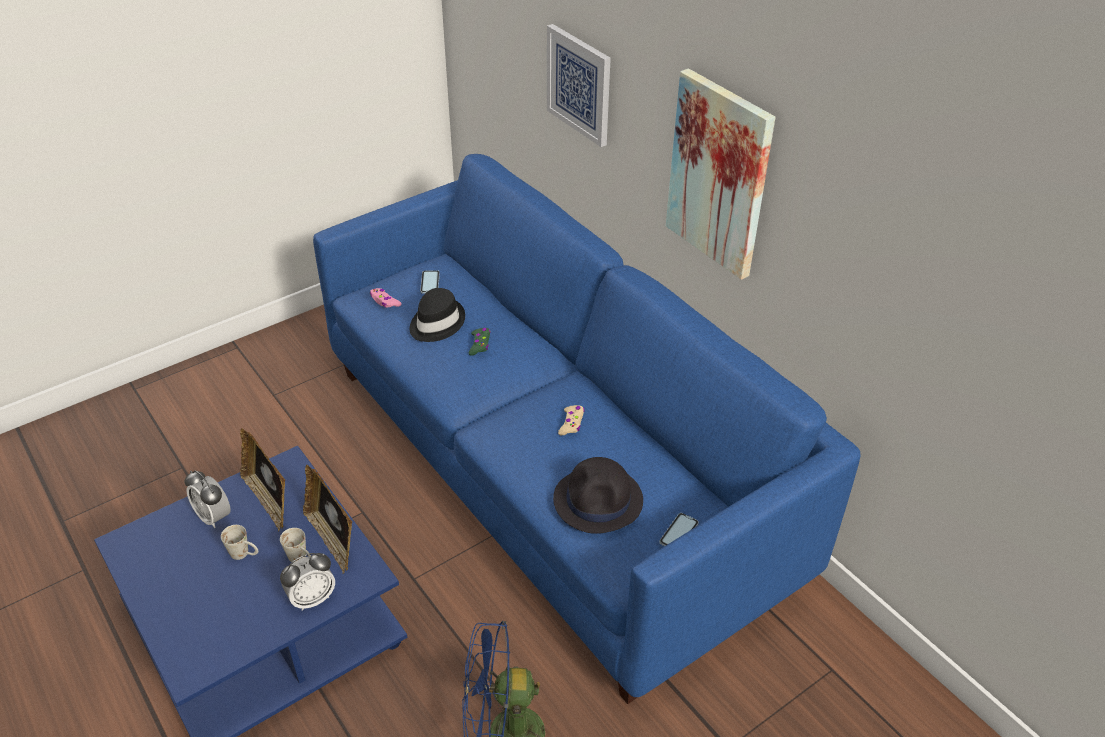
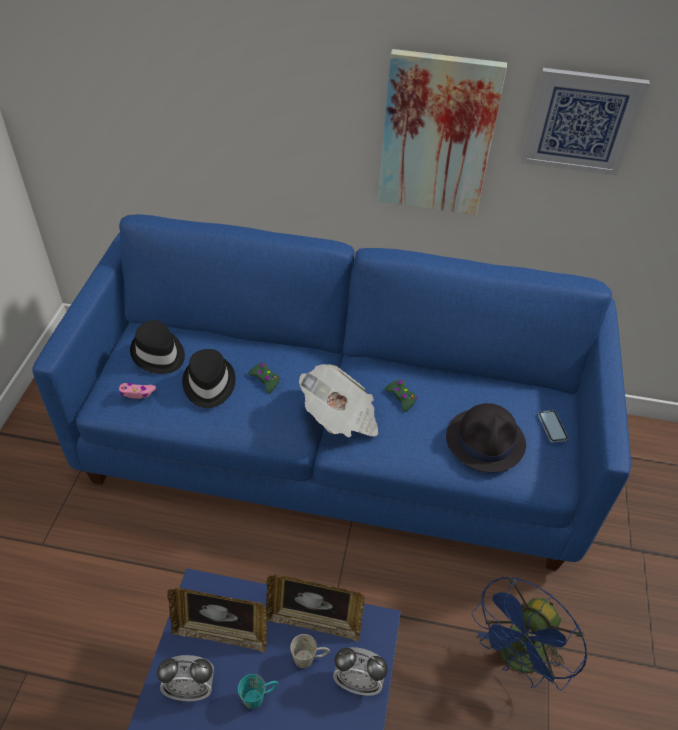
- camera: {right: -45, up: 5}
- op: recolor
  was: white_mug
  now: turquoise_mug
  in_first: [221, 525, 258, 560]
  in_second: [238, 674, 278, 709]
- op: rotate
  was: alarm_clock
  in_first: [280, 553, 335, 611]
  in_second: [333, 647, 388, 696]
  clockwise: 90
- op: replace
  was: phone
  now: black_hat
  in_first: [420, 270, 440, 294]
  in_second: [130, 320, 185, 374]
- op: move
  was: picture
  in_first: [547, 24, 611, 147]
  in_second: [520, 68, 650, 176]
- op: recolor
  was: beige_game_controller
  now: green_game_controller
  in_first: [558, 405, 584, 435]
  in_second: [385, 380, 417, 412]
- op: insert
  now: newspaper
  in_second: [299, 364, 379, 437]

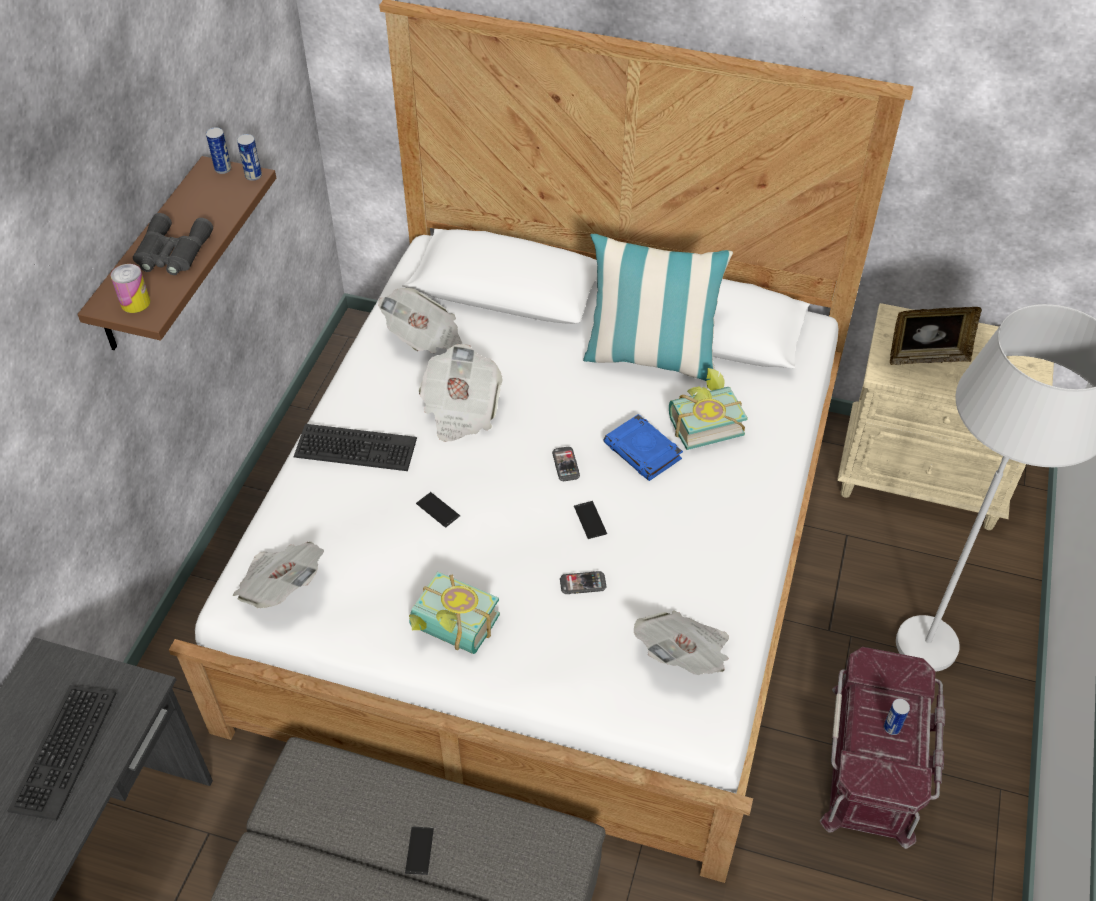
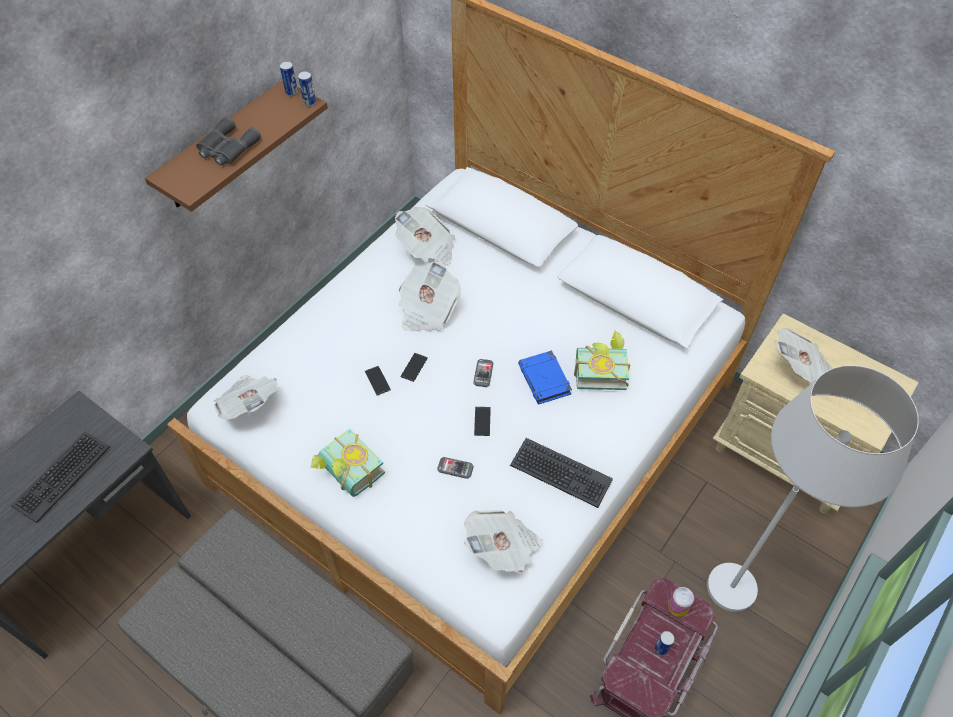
- camera: {right: 20, up: 5}
- op: move
  was: can
  in_first: [111, 264, 151, 313]
  in_second: [668, 587, 694, 617]
- op: move
  was: keyboard
  in_first: [294, 424, 417, 471]
  in_second: [510, 438, 613, 508]
- op: move
  was: phone
  in_first: [405, 826, 434, 875]
  in_second: [400, 353, 428, 382]
- op: delete
  was: pillow
  in_first: [583, 234, 733, 381]
- op: replace
  was: picture_frame
  now: newspaper
  in_first: [890, 307, 982, 365]
  in_second: [775, 328, 832, 383]

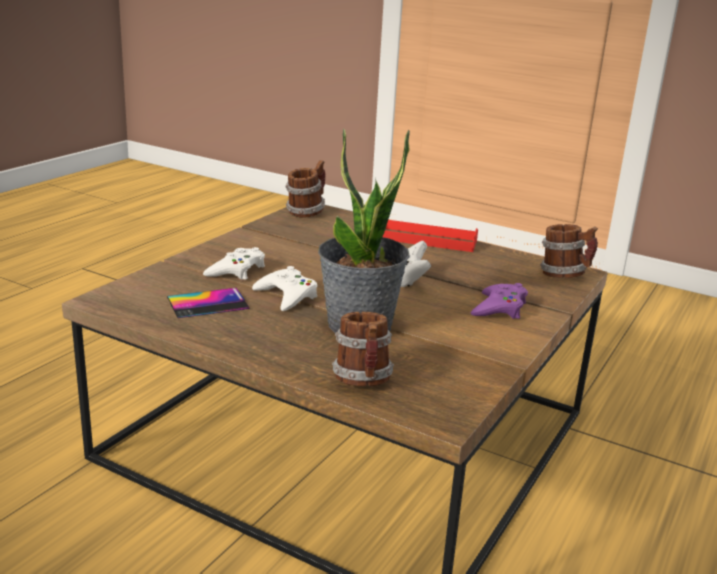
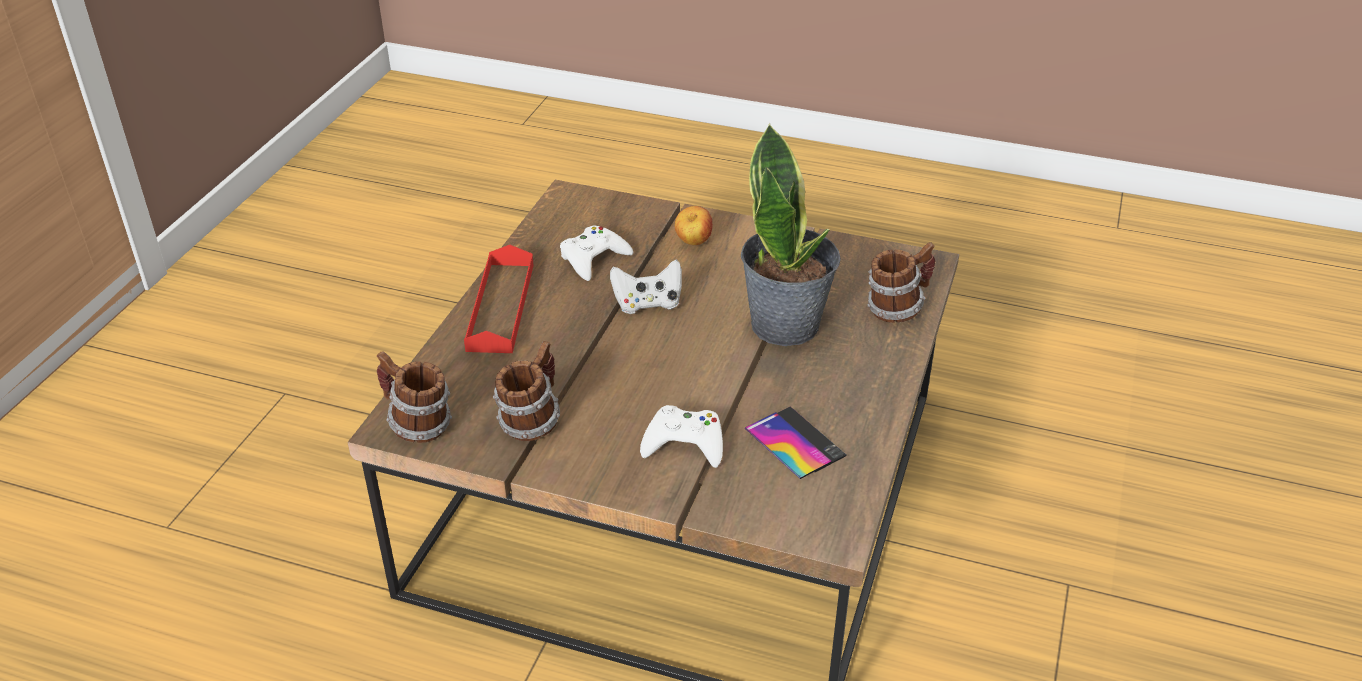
- camera: {right: -100, up: 15}
- op: move
  was: white_game_controller
  in_first: [252, 266, 317, 311]
  in_second: [560, 225, 633, 281]
- op: replace
  was: purple_game_controller
  now: apple
  in_first: [471, 283, 528, 319]
  in_second: [675, 206, 713, 245]
- op: move
  was: mug
  in_first: [540, 224, 598, 278]
  in_second: [493, 341, 560, 441]

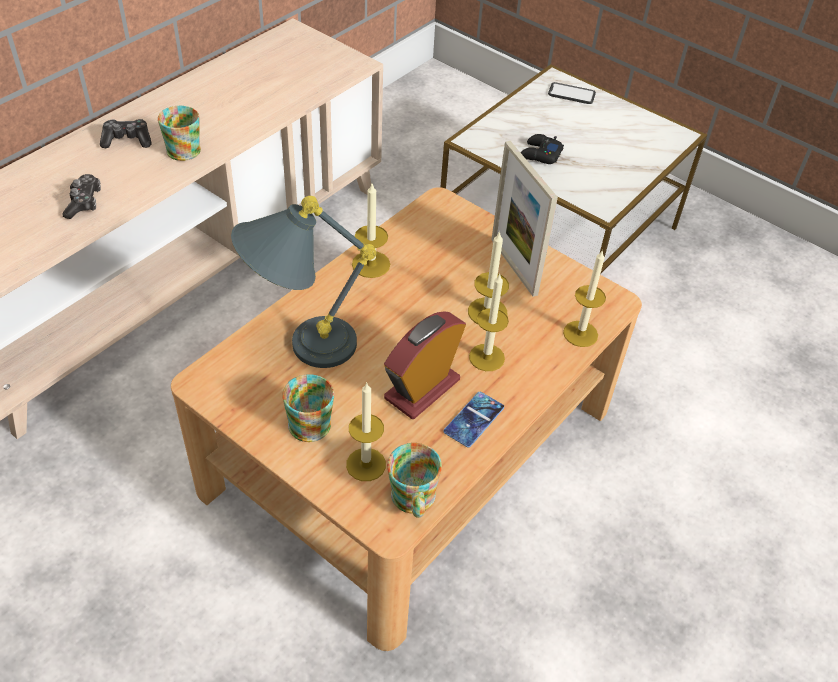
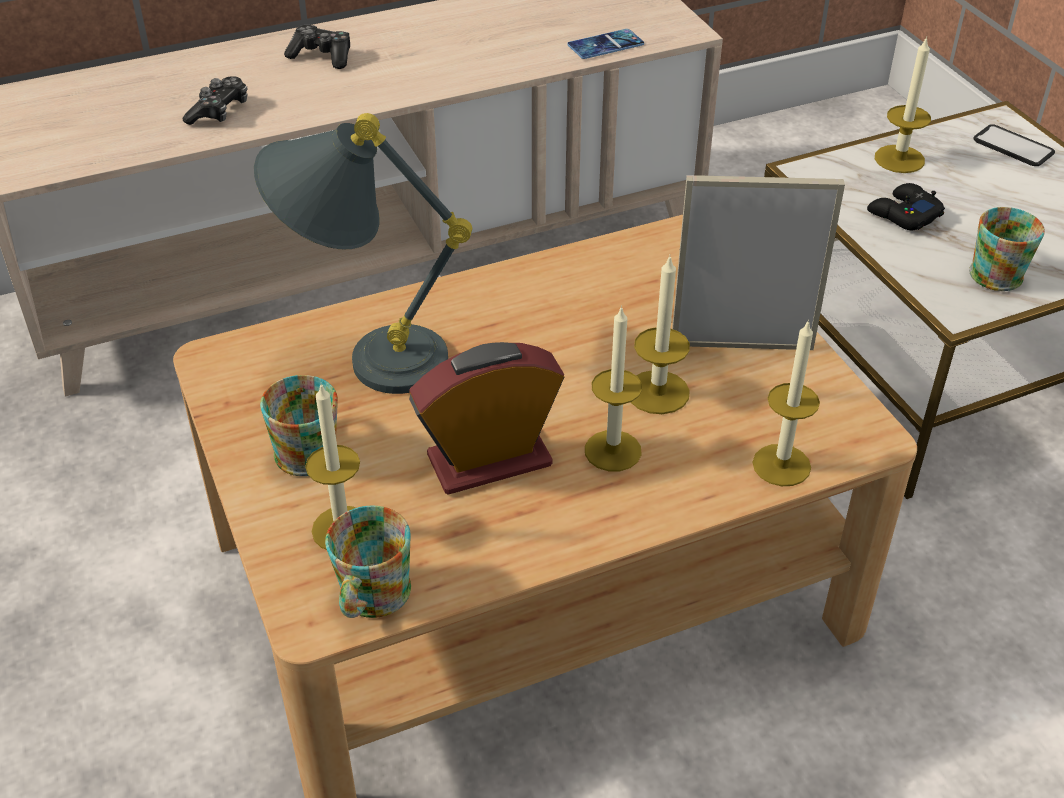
- camera: {right: 30, up: -5}
- op: move
  was: mug
  in_first: [158, 106, 201, 161]
  in_second: [969, 207, 1045, 291]
- op: move
  was: candle
  in_first: [352, 184, 390, 278]
  in_second: [875, 37, 931, 173]
- op: move
  was: phone
  in_first: [443, 392, 504, 448]
  in_second: [567, 29, 644, 59]
- op: rotate
  was: picture_frame
  in_first: [491, 141, 558, 297]
  in_second: [672, 175, 845, 350]
  clockwise: 90

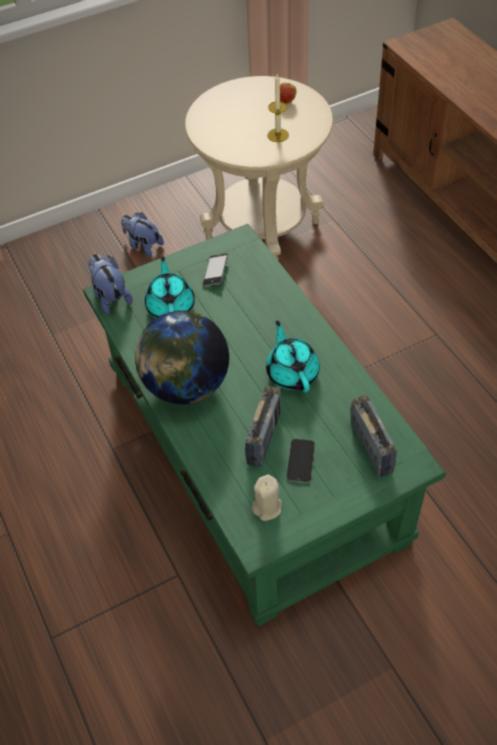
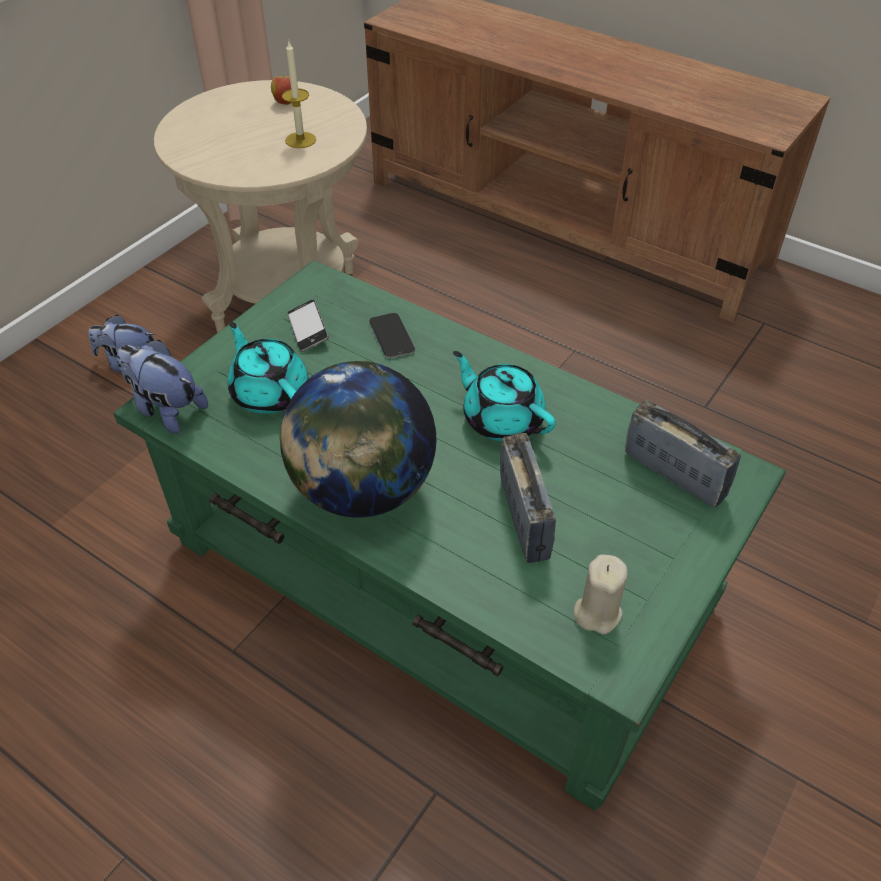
- camera: {right: -30, up: -5}
- op: move
  was: phone
  in_first: [287, 439, 315, 483]
  in_second: [369, 313, 415, 359]

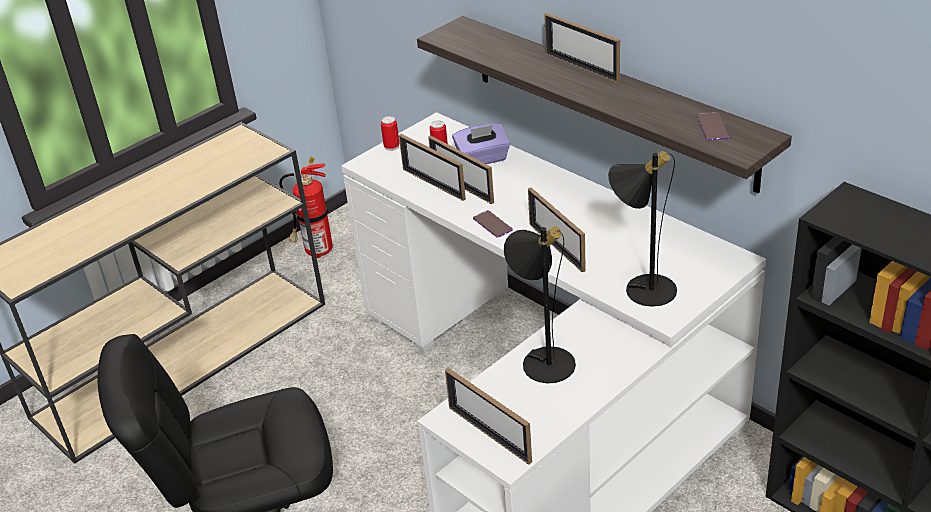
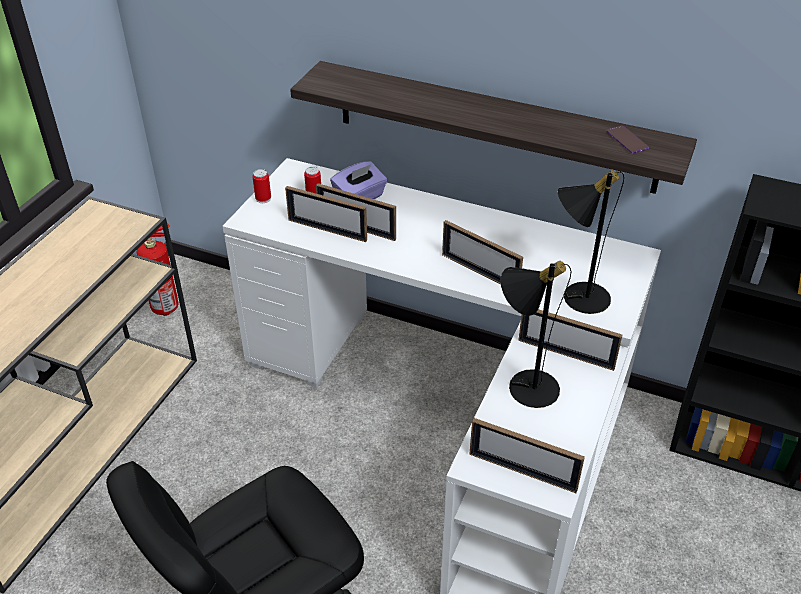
- camera: {right: -25, up: 5}
- op: delete
  was: phone
  in_first: [473, 210, 513, 238]
- op: move
  was: picture_frame
  in_first: [544, 13, 620, 83]
  in_second: [518, 309, 622, 371]

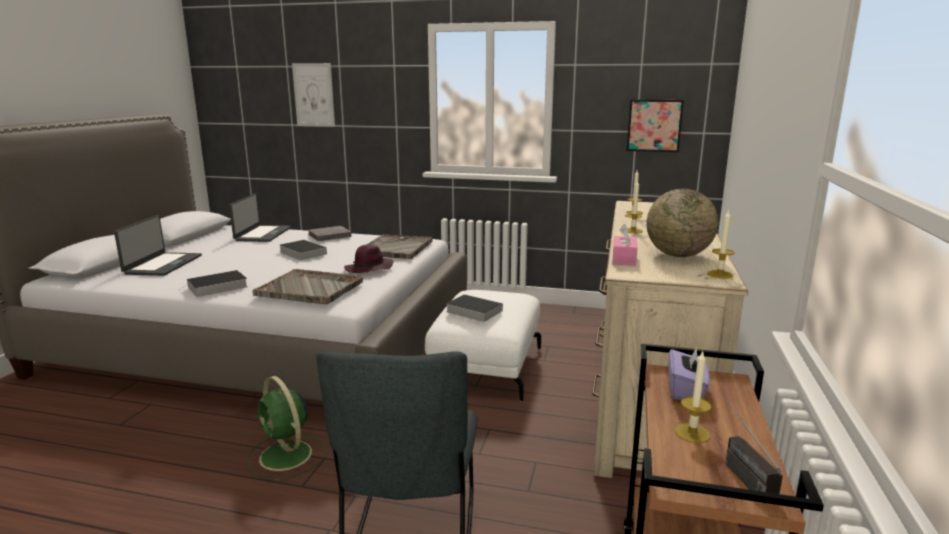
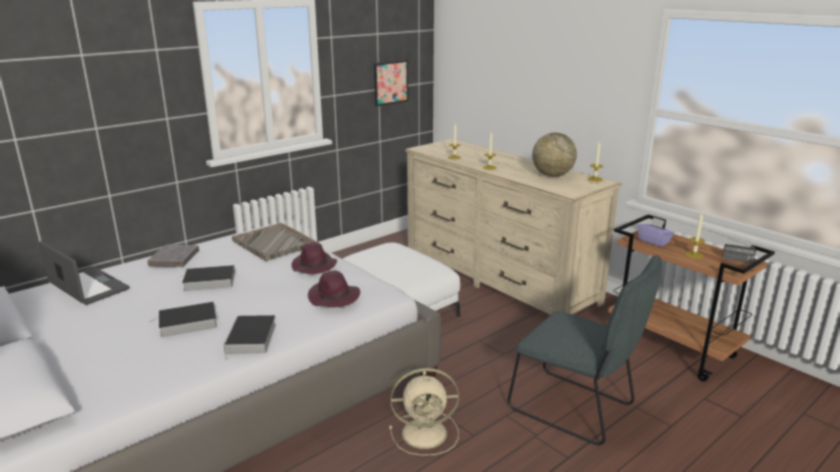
- camera: {right: -55, up: 5}
- op: delete
  was: laptop
  in_first: [114, 215, 202, 276]
- op: recolor
  was: green_fan
  now: beige_fan
  in_first: [247, 376, 327, 480]
  in_second: [389, 368, 459, 456]
- op: replace
  was: grey_tray
  now: purple_hat
  in_first: [252, 269, 363, 305]
  in_second: [308, 270, 360, 307]
- op: delete
  was: picture
  in_first: [292, 63, 335, 127]
- op: move
  was: book
  in_first: [446, 294, 503, 322]
  in_second: [150, 302, 217, 337]
- op: delete
  was: pink_tissue_box
  in_first: [612, 224, 637, 266]

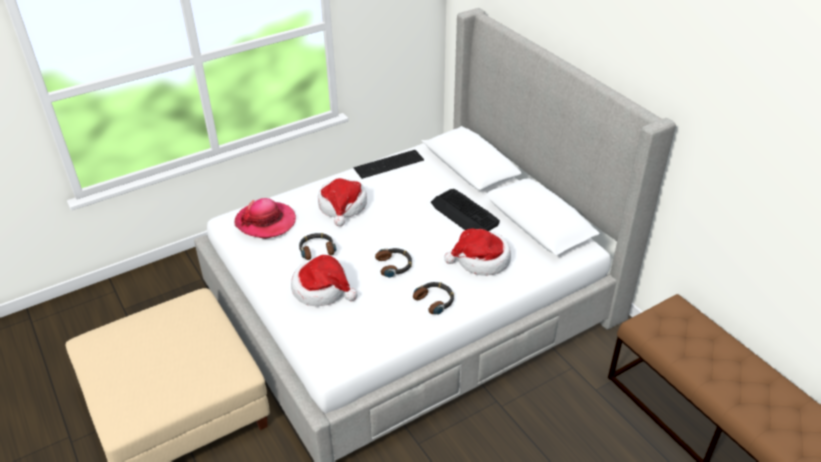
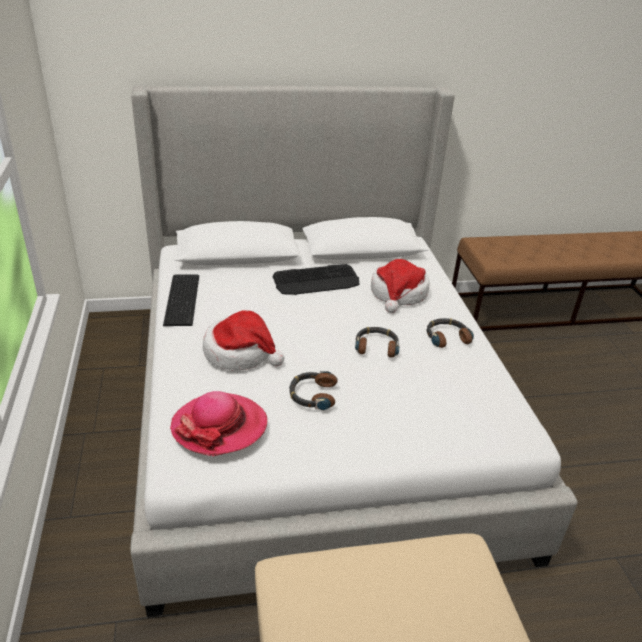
- camera: {right: -70, up: -5}
- op: delete
  was: hat
  in_first: [291, 255, 357, 306]

